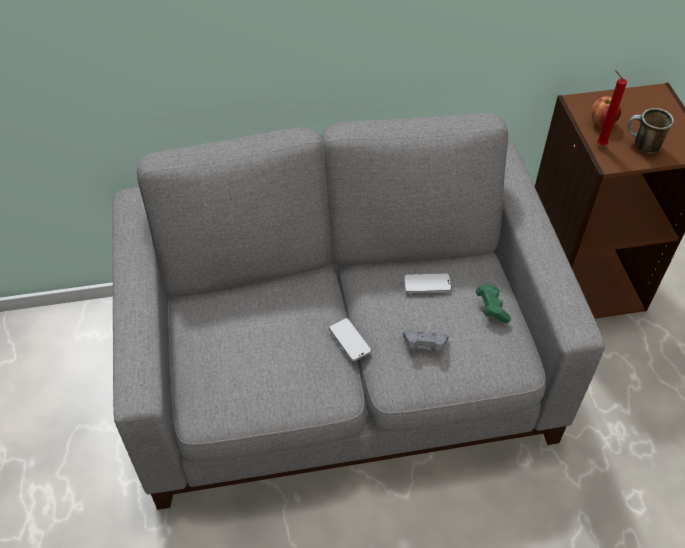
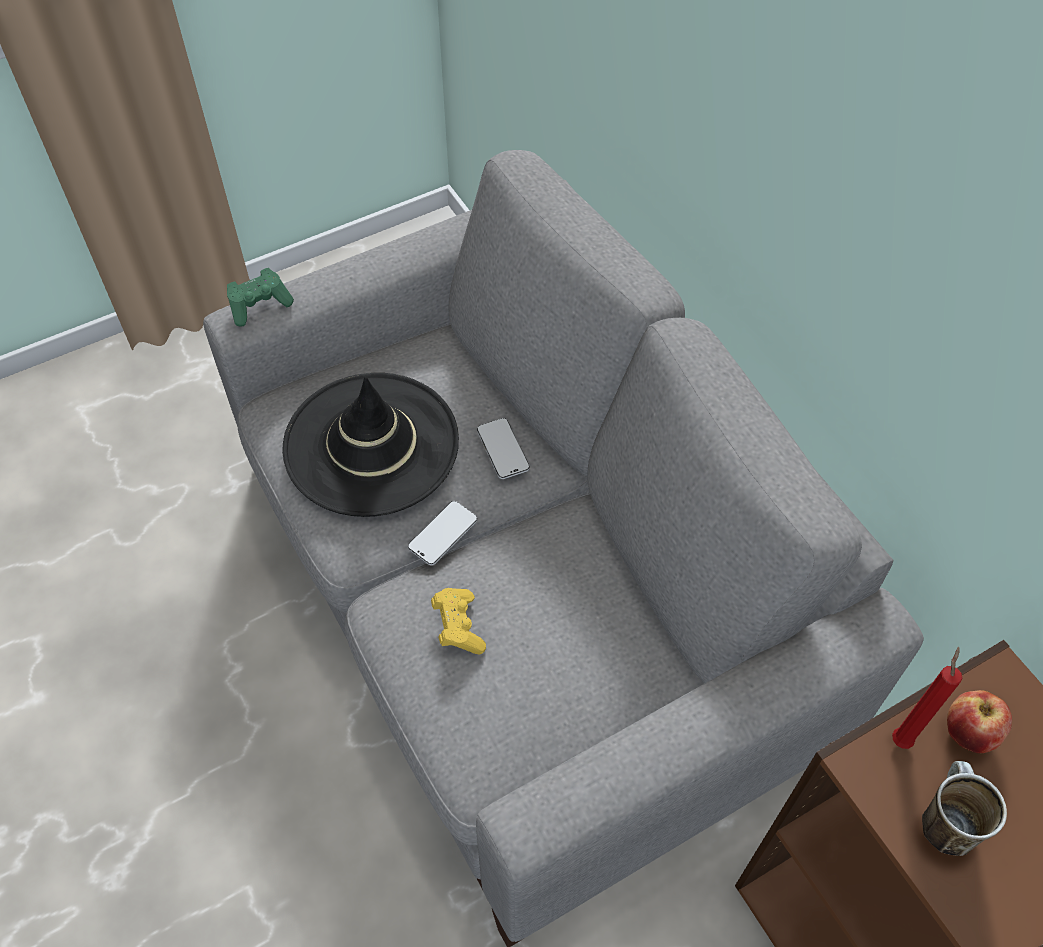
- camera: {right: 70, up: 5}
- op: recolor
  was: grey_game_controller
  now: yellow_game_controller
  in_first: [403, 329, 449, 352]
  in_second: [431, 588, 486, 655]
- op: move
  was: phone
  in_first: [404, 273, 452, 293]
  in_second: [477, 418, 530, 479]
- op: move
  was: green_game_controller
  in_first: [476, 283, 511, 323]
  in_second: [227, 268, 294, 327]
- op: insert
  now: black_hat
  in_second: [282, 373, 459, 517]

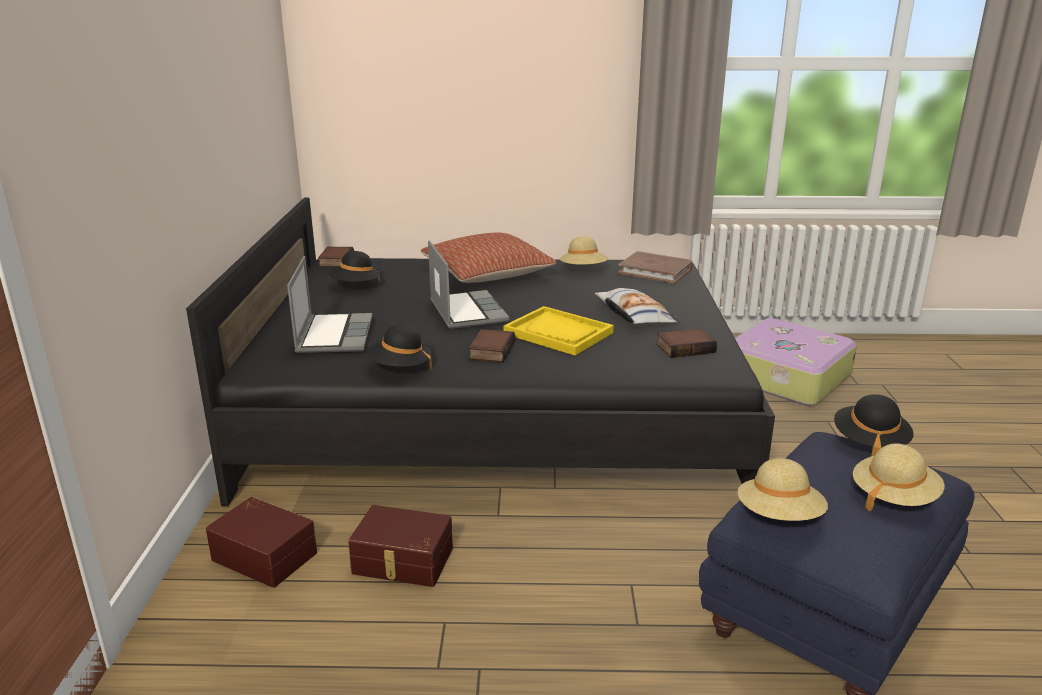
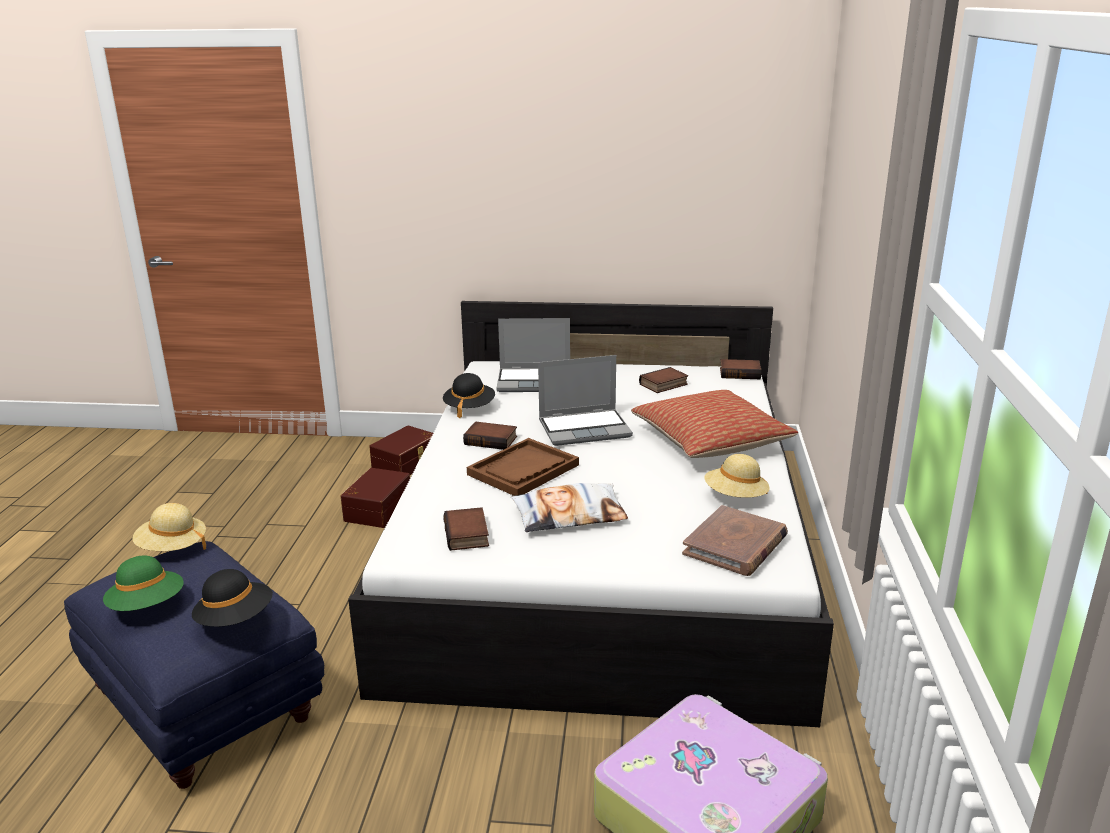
- camera: {right: 95, up: 0}
- op: recolor
  was: black_bed
  now: white_bed
  in_first: [186, 198, 775, 506]
  in_second: [348, 301, 834, 727]
- op: replace
  was: black_hat
  now: book
  in_first: [328, 251, 381, 282]
  in_second: [639, 367, 688, 393]
- op: recolor
  was: yellow_tray
  now: brown_tray
  in_first: [504, 306, 614, 355]
  in_second: [467, 438, 579, 496]
- op: recolor
  was: beige_hat
  now: green_hat
  in_first: [853, 443, 944, 512]
  in_second: [103, 555, 184, 611]

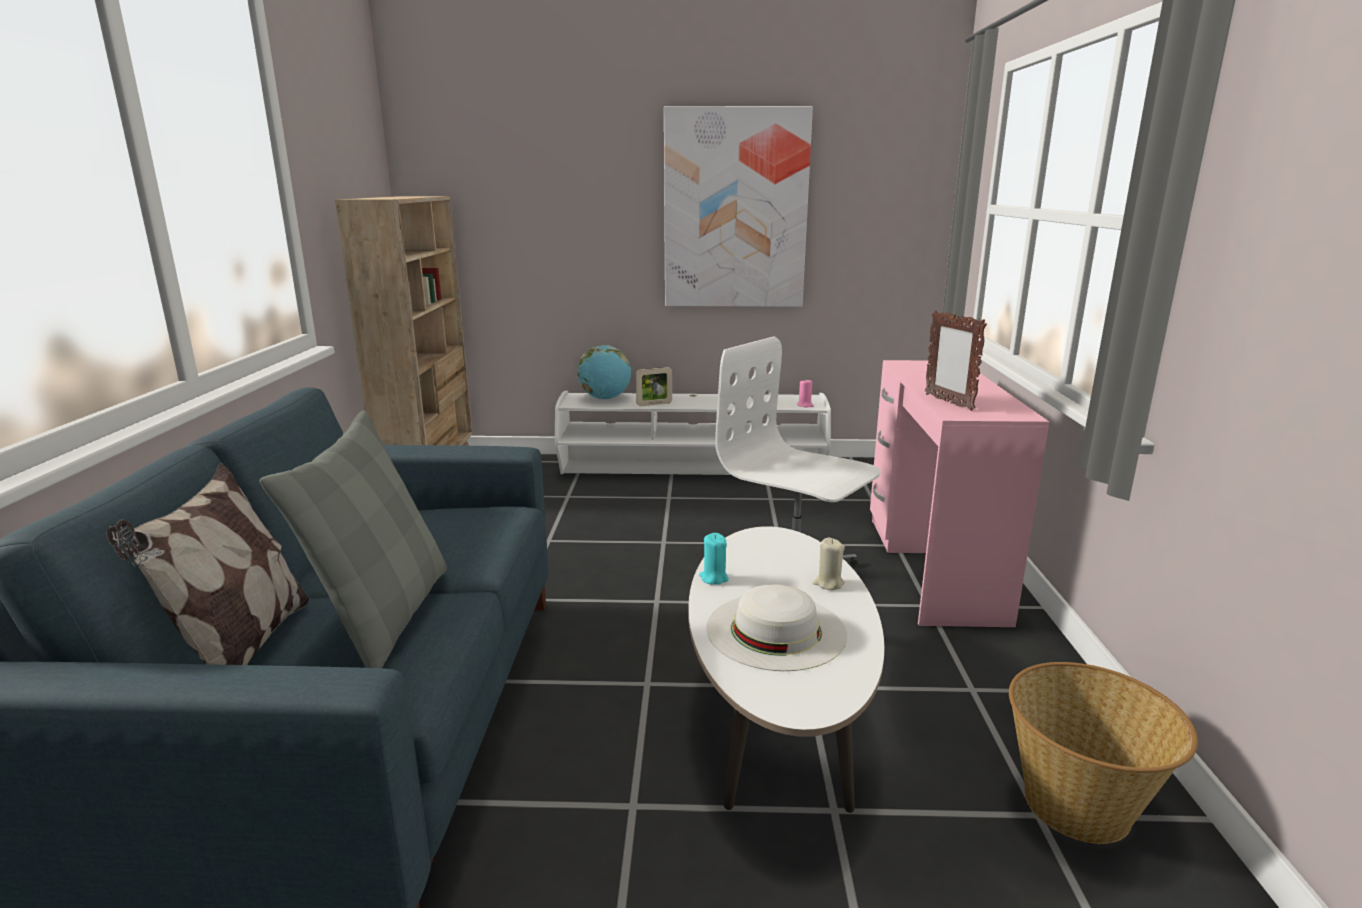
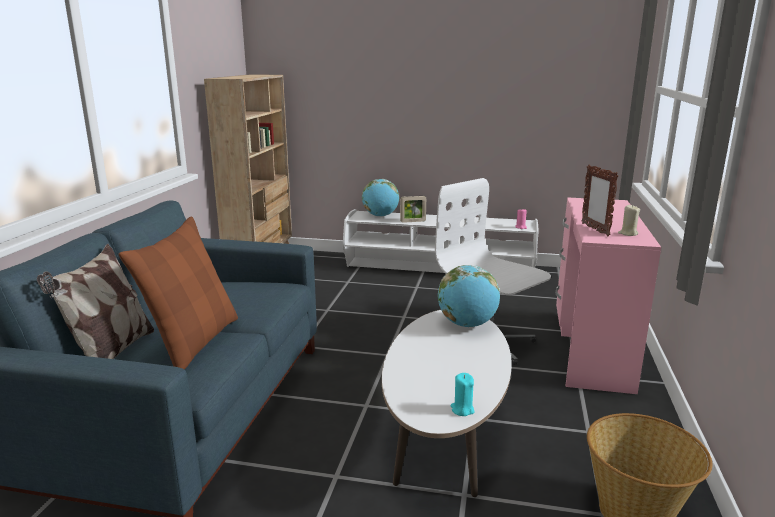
- camera: {right: 10, up: 0}
- op: recolor
  was: grey_pillow
  now: brown_pillow
  in_first: [260, 410, 447, 668]
  in_second: [119, 216, 238, 370]
- op: delete
  was: picture
  in_first: [664, 106, 813, 307]
- op: move
  was: turquoise_candle
  in_first: [699, 533, 729, 585]
  in_second: [451, 373, 474, 416]
- op: delete
  was: white_hat
  in_first: [706, 584, 847, 671]
- op: move
  was: beige_candle
  in_first: [813, 538, 845, 590]
  in_second: [618, 205, 640, 236]
- op: insert
  now: globe
  in_second: [438, 265, 500, 327]

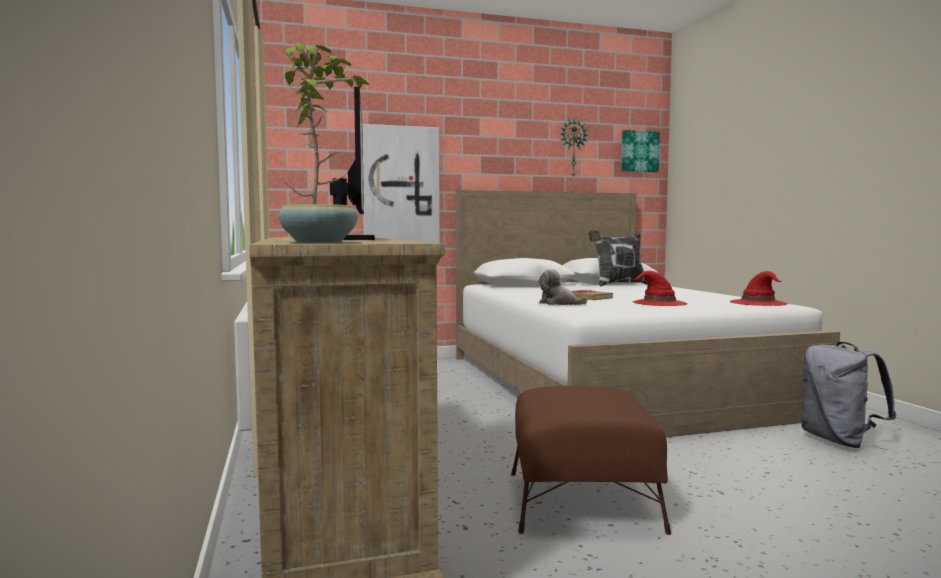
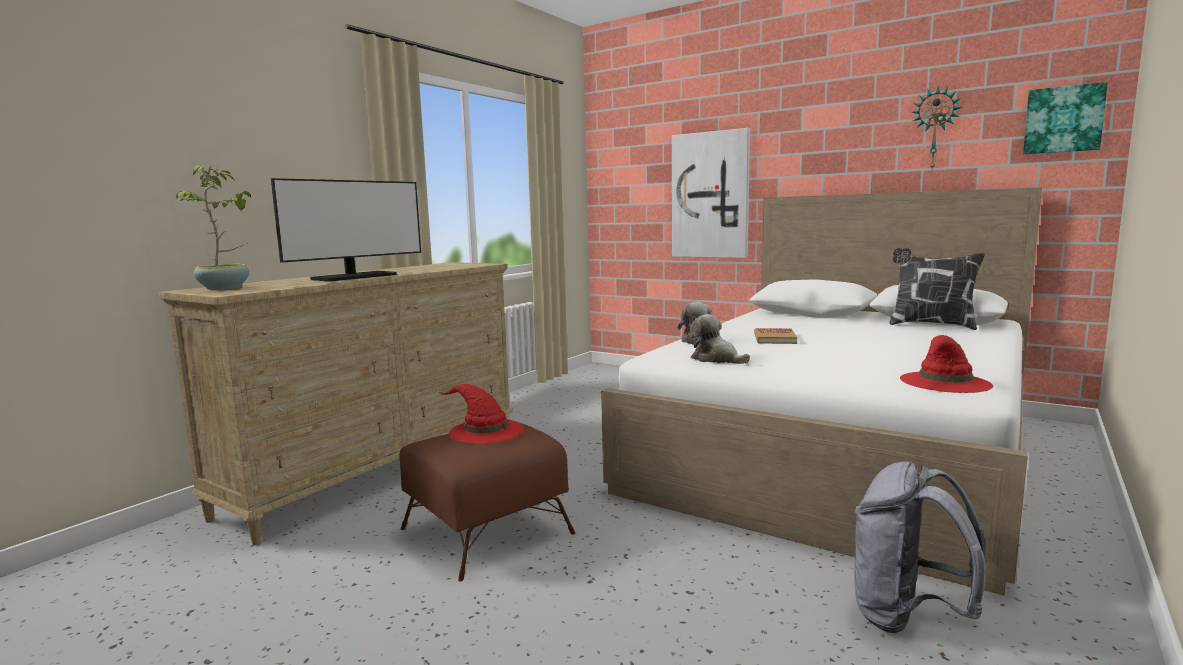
- camera: {right: 50, up: 5}
- op: move
  was: red_hat
  in_first: [631, 271, 688, 306]
  in_second: [439, 384, 524, 444]
- op: insert
  now: plush_toy
  in_second: [690, 314, 750, 364]

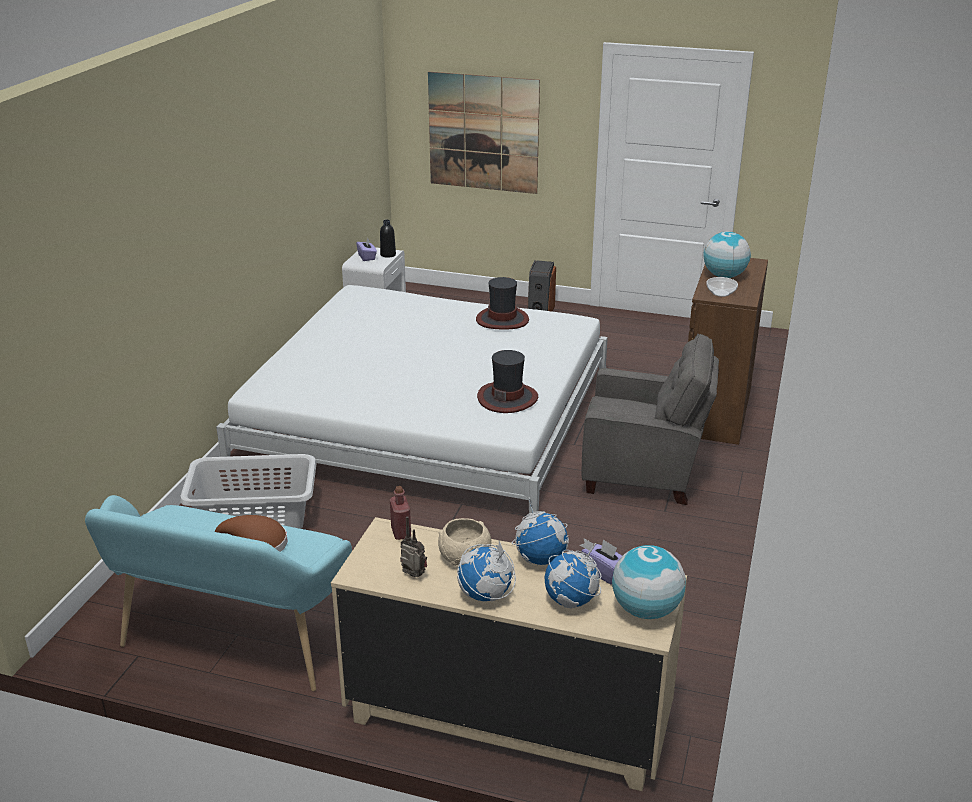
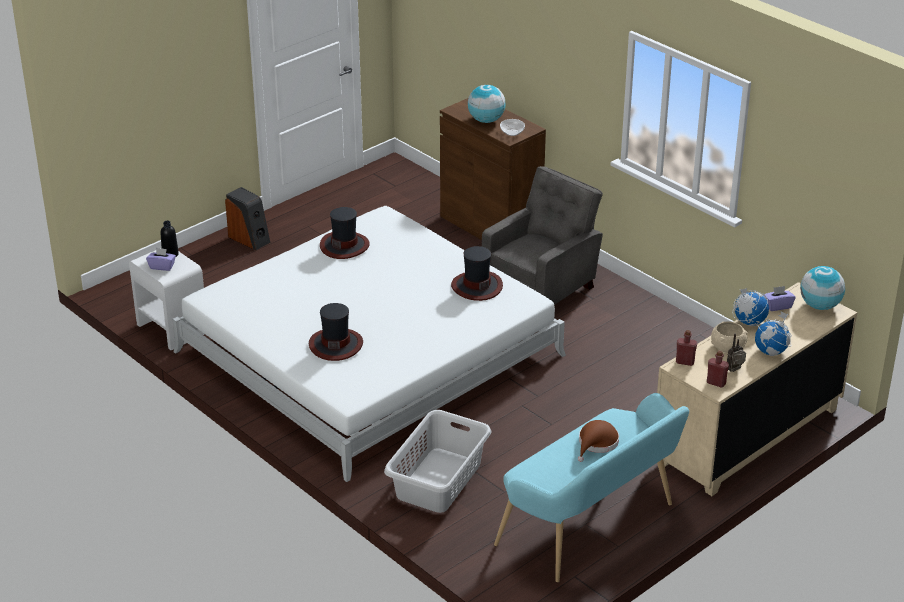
- camera: {right: -60, up: 5}
- op: delete
  was: picture
  in_first: [428, 72, 540, 194]
- op: delete
  was: globe
  in_first: [544, 539, 601, 608]
- op: insert
  now: hat
  in_second: [309, 303, 363, 361]
- op: insert
  now: red_bottle
  in_second: [707, 350, 729, 388]

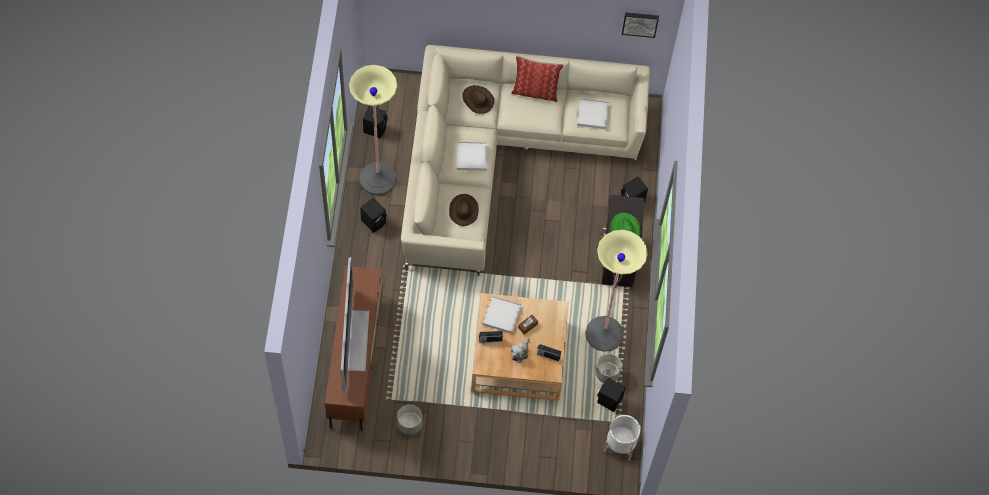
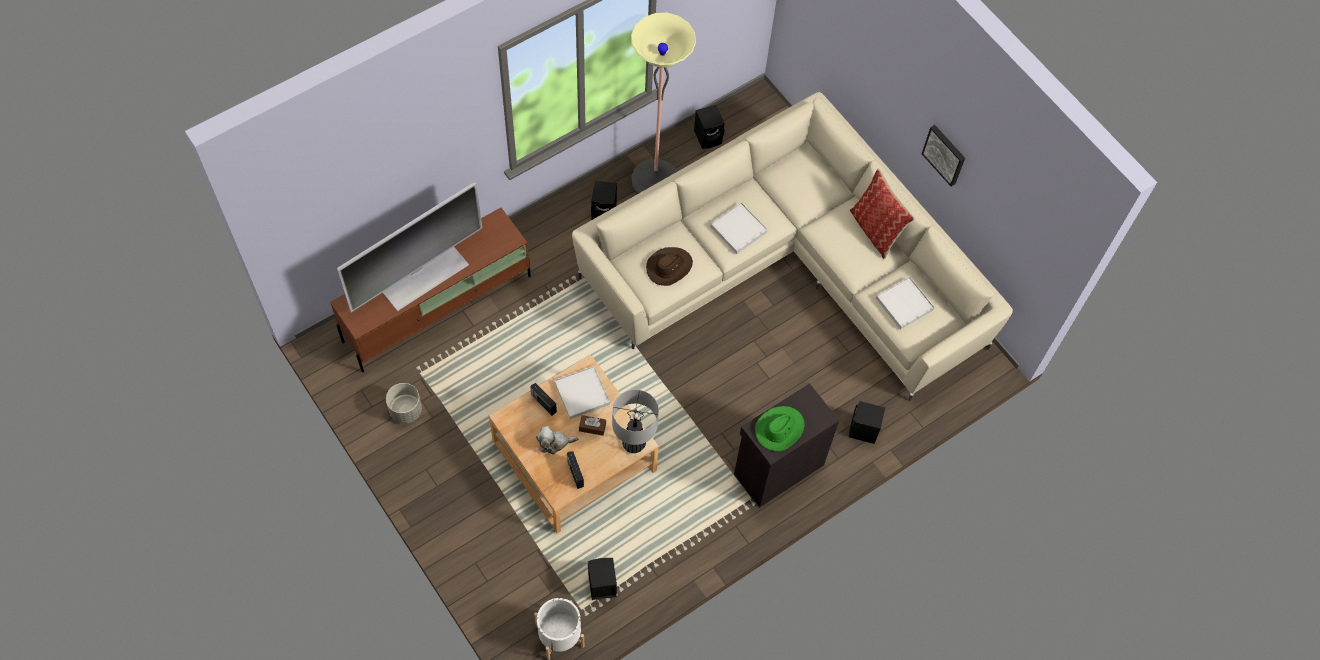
- camera: {right: 50, up: 0}
- op: delete
  was: brown_hat
  in_first: [462, 85, 494, 114]
- op: delete
  was: floor_lamp
  in_first: [585, 230, 648, 352]
- op: delete
  was: grey_planter
  in_first: [596, 354, 622, 383]
- op: move
  was: picture
  in_first: [622, 12, 659, 38]
  in_second: [922, 125, 965, 187]
- op: insert
  now: table_lamp
  in_second: [612, 390, 659, 453]

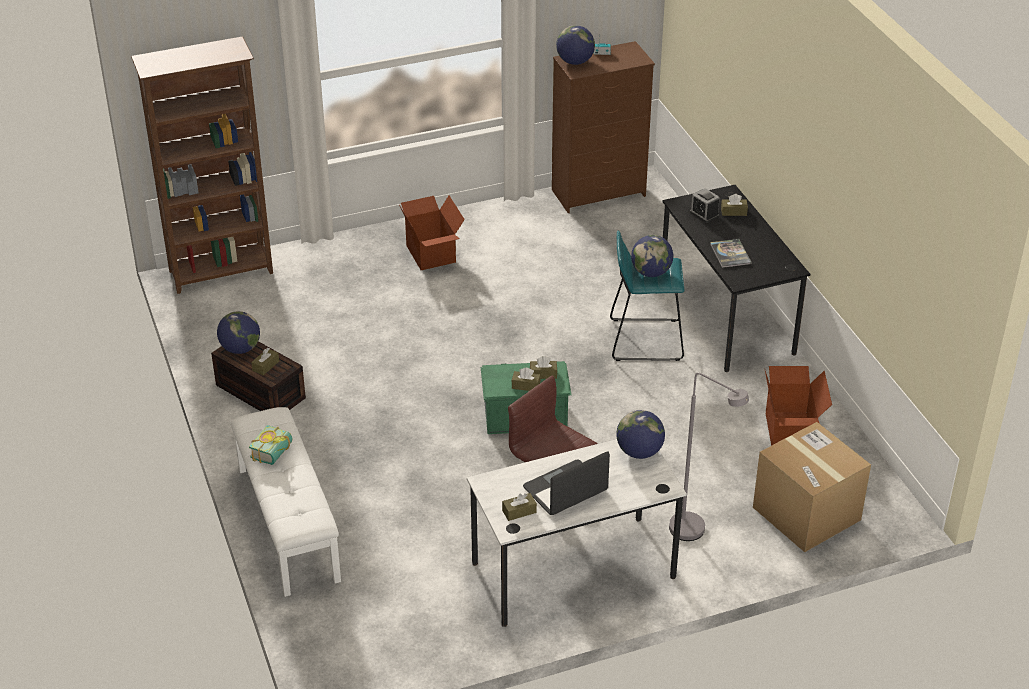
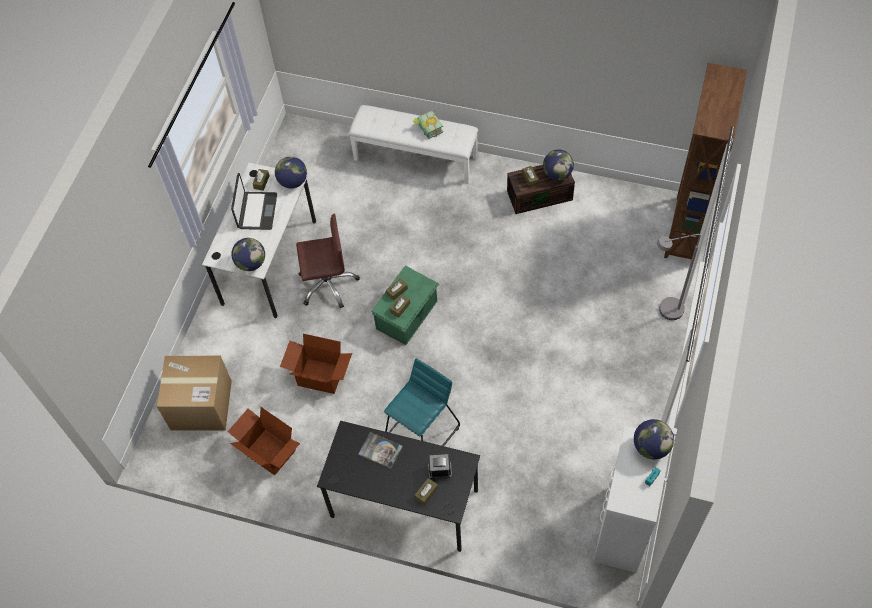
- camera: {right: 130, up: 20}
- op: move
  was: cardboard_box
  in_first: [399, 196, 465, 270]
  in_second: [280, 334, 352, 394]
- op: recolor
  was: brown_dresser
  now: white_dresser
  in_first: [552, 41, 655, 213]
  in_second: [593, 425, 670, 573]
- op: move
  was: globe
  in_first: [631, 235, 673, 277]
  in_second: [275, 156, 307, 189]
- op: move
  was: grey_floor_lamp
  in_first: [669, 373, 749, 541]
  in_second: [657, 234, 701, 320]

